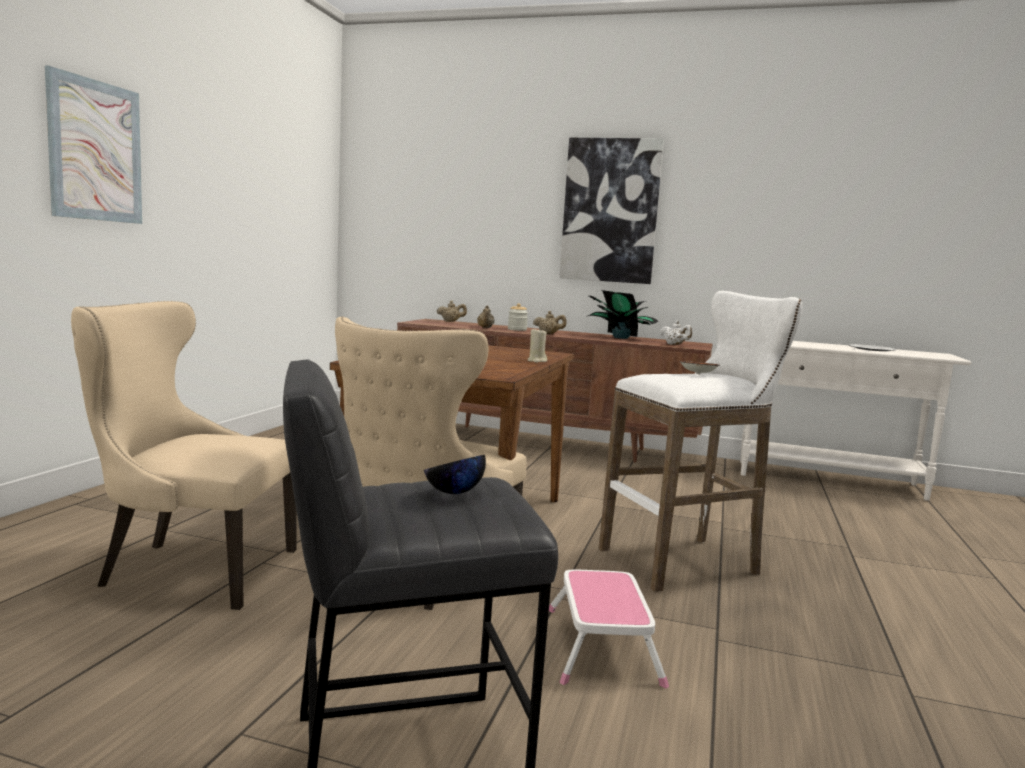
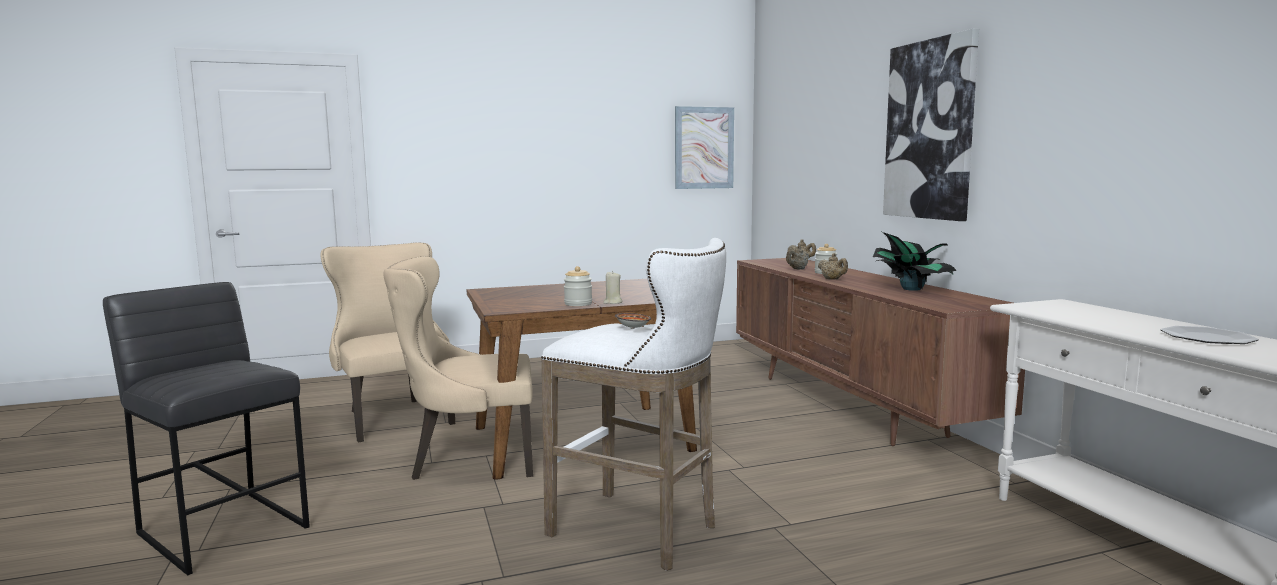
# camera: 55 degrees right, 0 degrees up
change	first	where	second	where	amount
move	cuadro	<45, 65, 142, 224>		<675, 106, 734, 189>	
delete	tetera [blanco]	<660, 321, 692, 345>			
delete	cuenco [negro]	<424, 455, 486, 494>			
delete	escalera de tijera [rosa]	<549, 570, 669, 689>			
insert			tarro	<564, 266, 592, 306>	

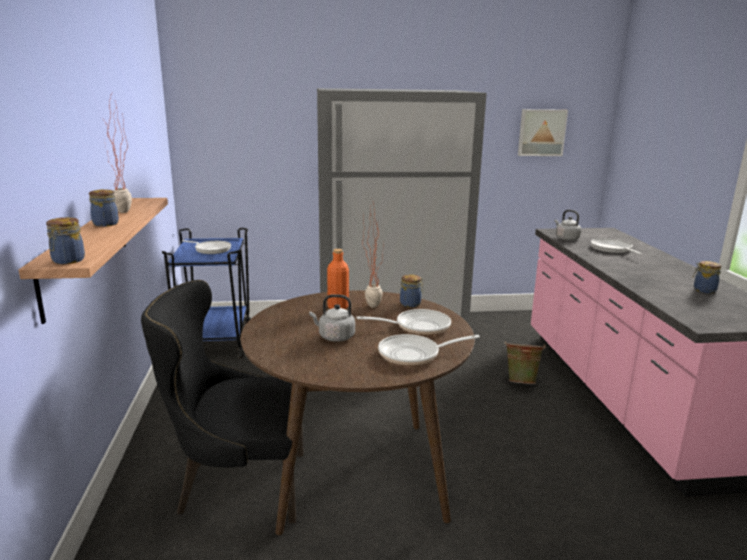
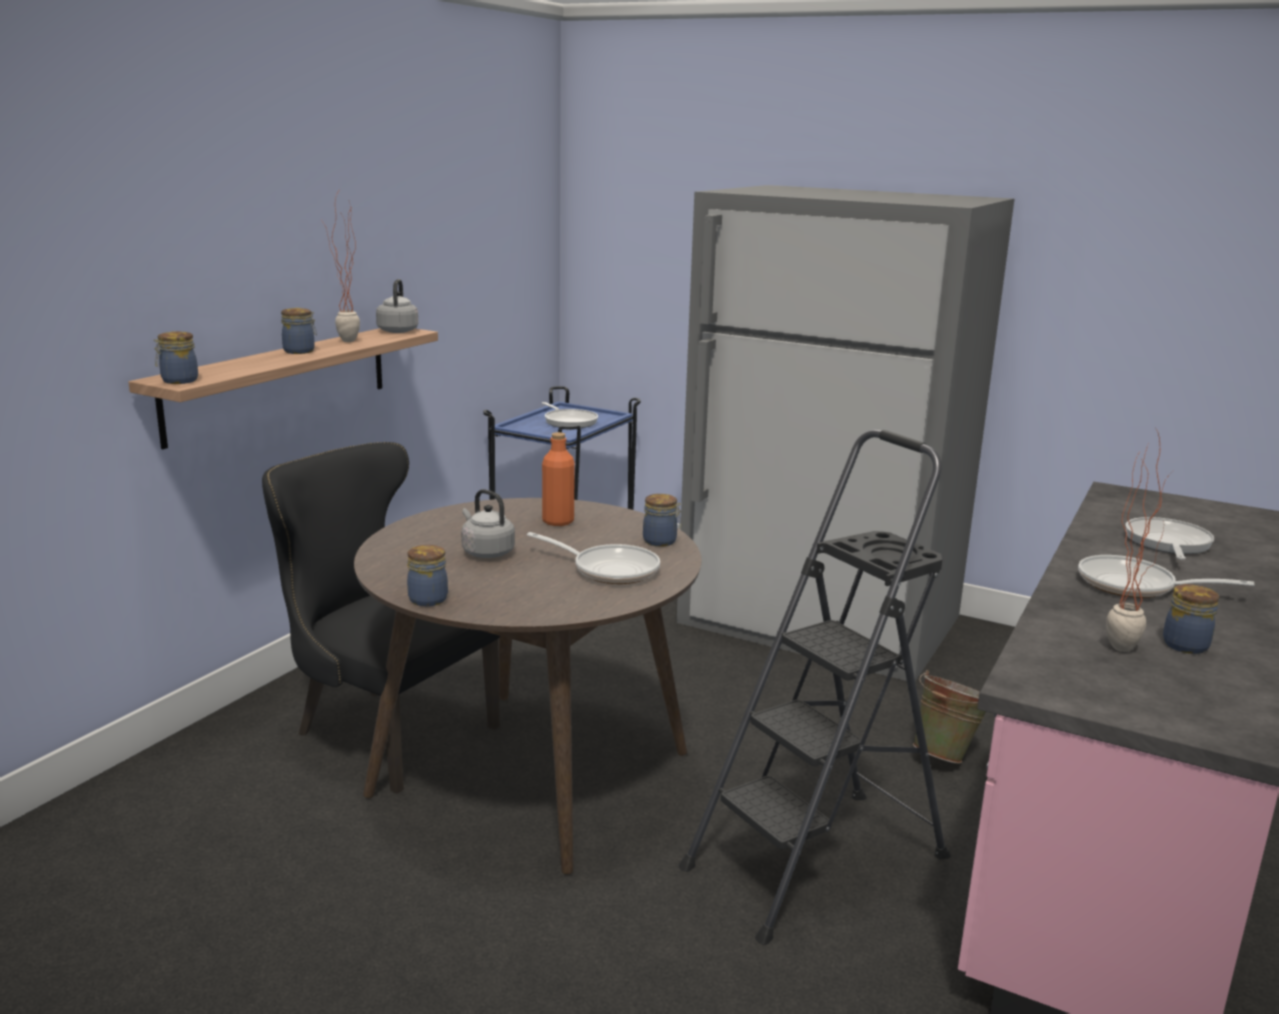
# camera: 35 degrees right, 0 degrees up
change	first	where	second	where	amount
delete	cuadro	<518, 109, 568, 156>			
move	planta en maceta	<362, 203, 384, 308>		<1106, 429, 1173, 652>	
move	hervidor [gris]	<554, 210, 581, 241>		<376, 279, 418, 333>	
move	sartén	<378, 334, 480, 366>		<1078, 555, 1254, 598>	
insert			escalera de tijera	<679, 430, 951, 945>	
insert			tarro	<407, 545, 448, 606>	

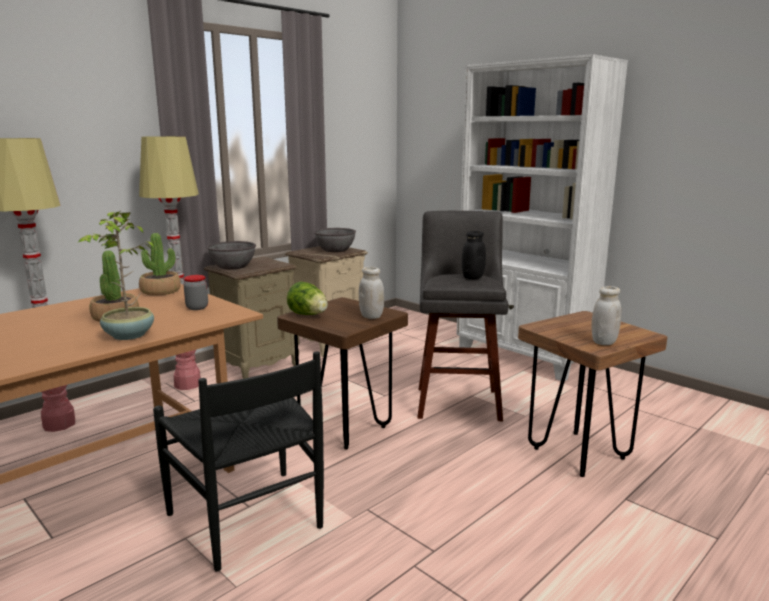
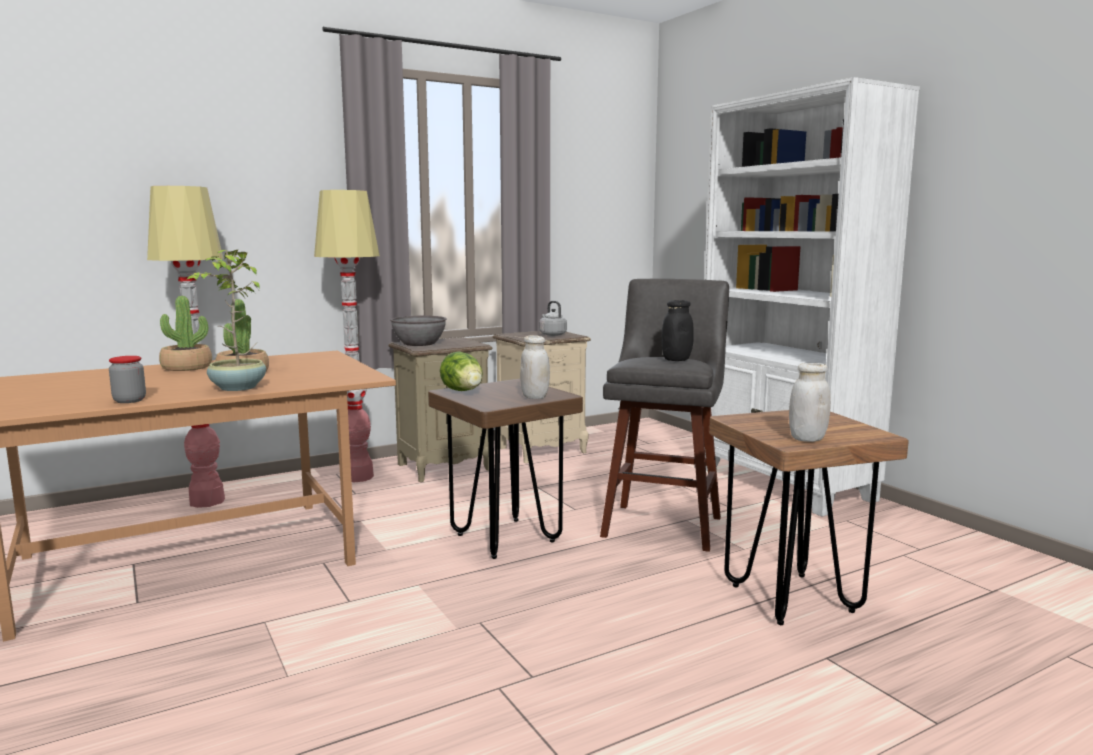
# camera: 15 degrees right, 5 degrees down
change	first	where	second	where	amount
replace	cuenco [gris]	<314, 228, 356, 252>	hervidor [gris]	<540, 301, 567, 336>	
move	planta en maceta	<139, 233, 181, 296>		<159, 296, 212, 371>	
move	tarro	<184, 275, 208, 310>		<109, 356, 146, 403>	
delete	silla [negro]	<153, 351, 324, 572>			

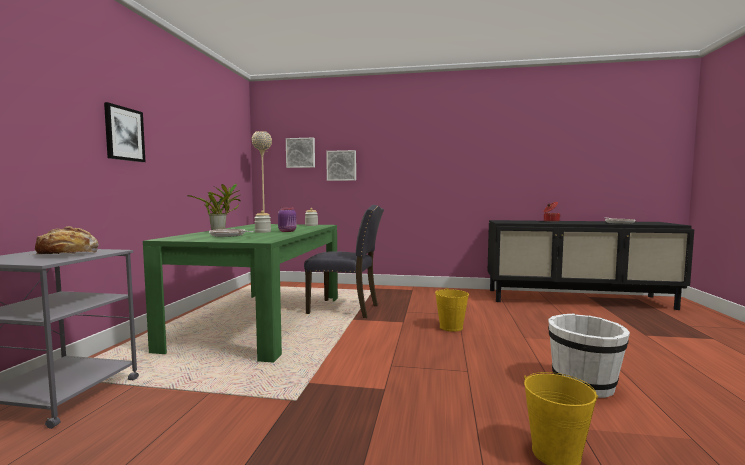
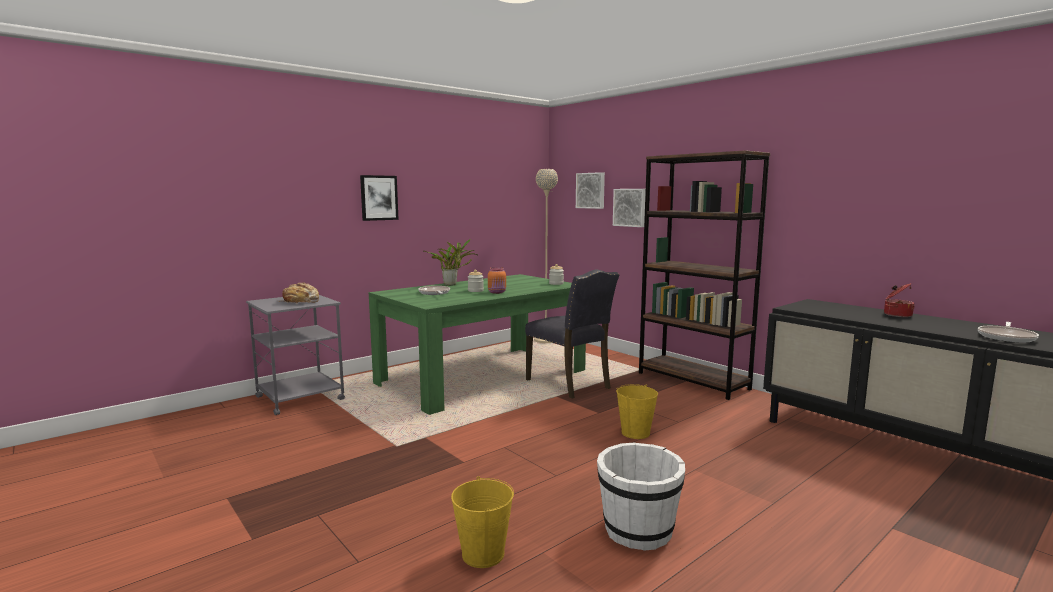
# camera: 40 degrees right, 5 degrees up
change	first	where	second	where	amount
recolor	tarro [morado]	<278, 207, 296, 232>	tarro [naranja]	<488, 267, 506, 294>	
insert			estantería [marrón]	<639, 150, 770, 400>	

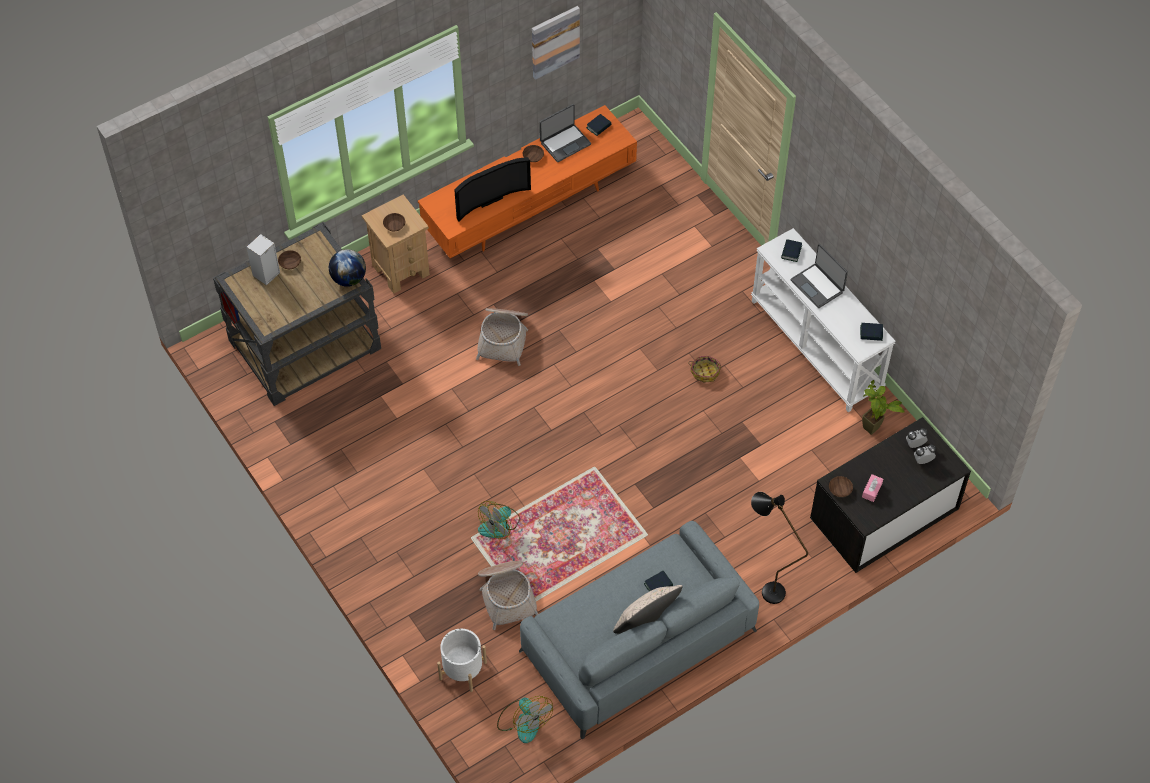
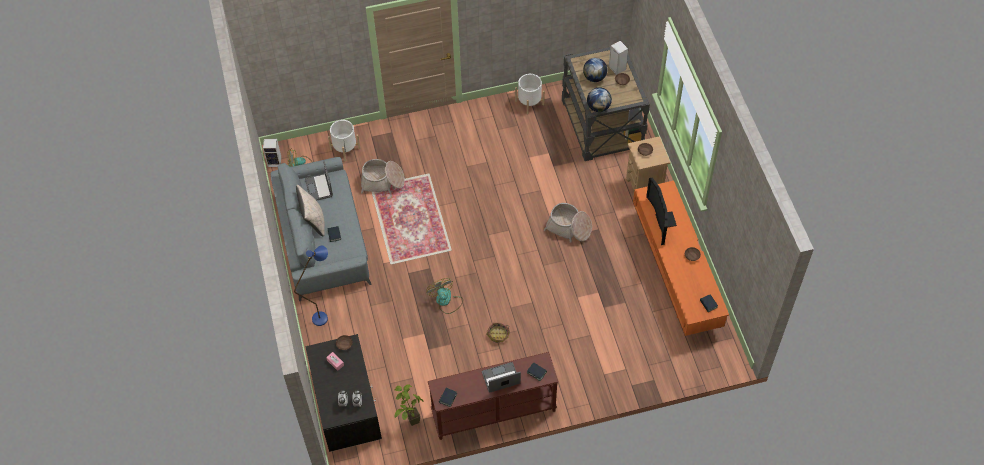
# camera: 110 degrees right, 0 degrees up
change	first	where	second	where	amount
delete	cuadro	<532, 6, 580, 80>			
move	portátil	<540, 104, 591, 162>		<305, 161, 333, 201>	
recolor	mesa consola [blanco]	<751, 228, 896, 412>	mesa consola [marrón]	<428, 352, 558, 440>	
recolor	lámpara de pie [negro]	<751, 492, 808, 604>	lámpara de pie [azul]	<294, 245, 328, 326>	
move	ventilador	<478, 501, 520, 539>		<426, 278, 463, 314>	
insert			globo terráqueo	<583, 58, 608, 82>	
insert			maceta [blanco]	<515, 74, 545, 114>	
insert			altavoz	<263, 139, 282, 167>	

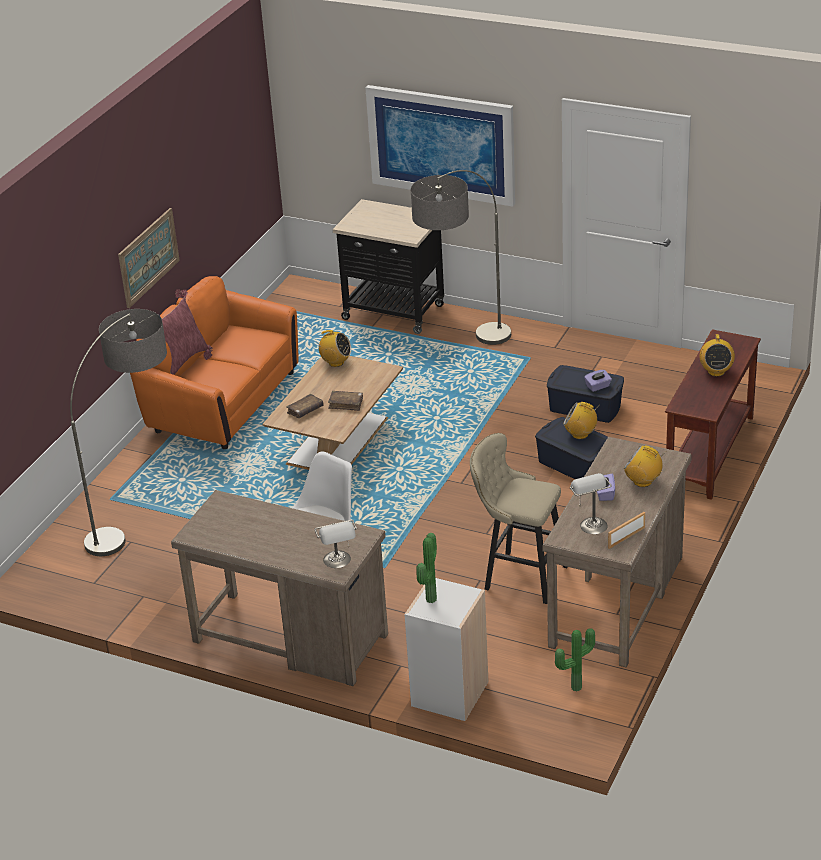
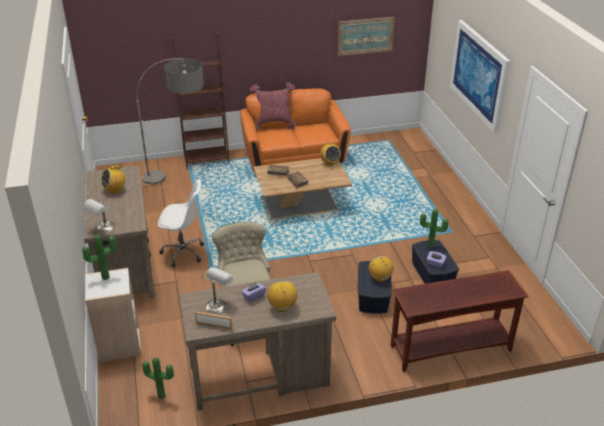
# camera: 50 degrees right, 0 degrees up
change	first	where	second	where	amount
delete	lámpara de pie	<411, 170, 511, 345>			
delete	carrito [negro]	<333, 199, 444, 334>			
move	cuadro	<118, 208, 180, 308>		<338, 17, 395, 56>	
move	radio	<700, 334, 735, 377>		<101, 165, 125, 194>	
insert			estantería [marrón]	<171, 32, 230, 169>	
insert			planta en maceta	<420, 209, 449, 248>	

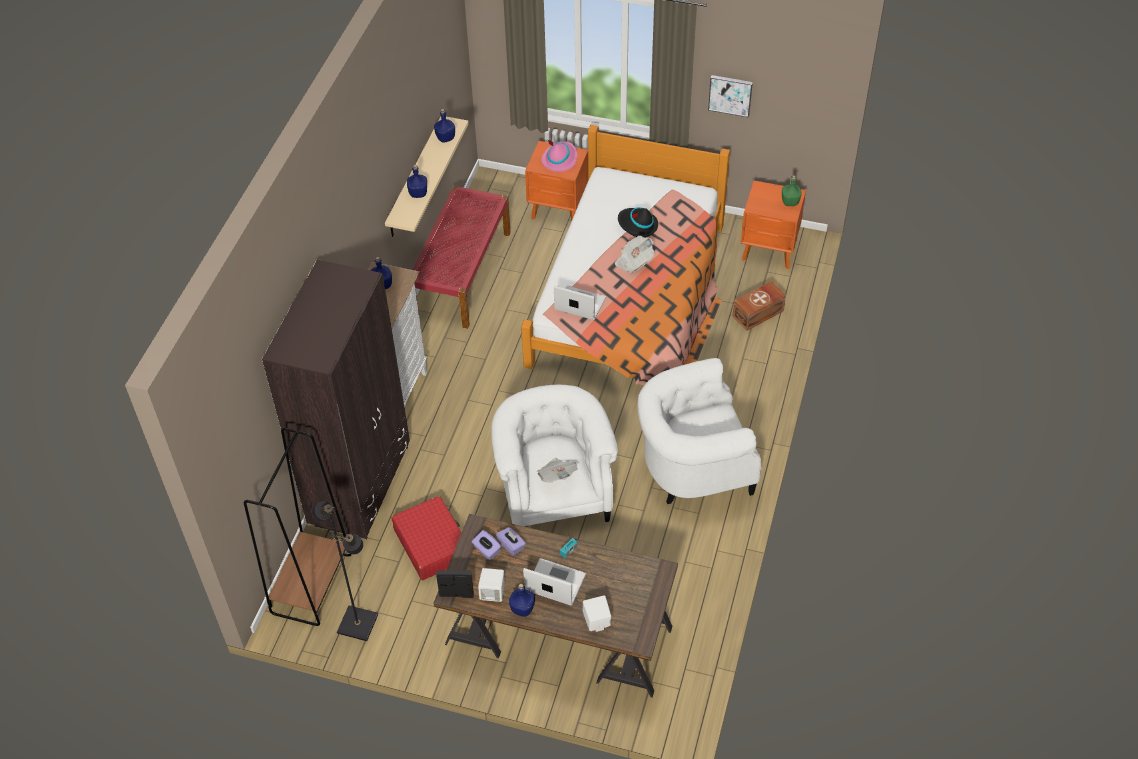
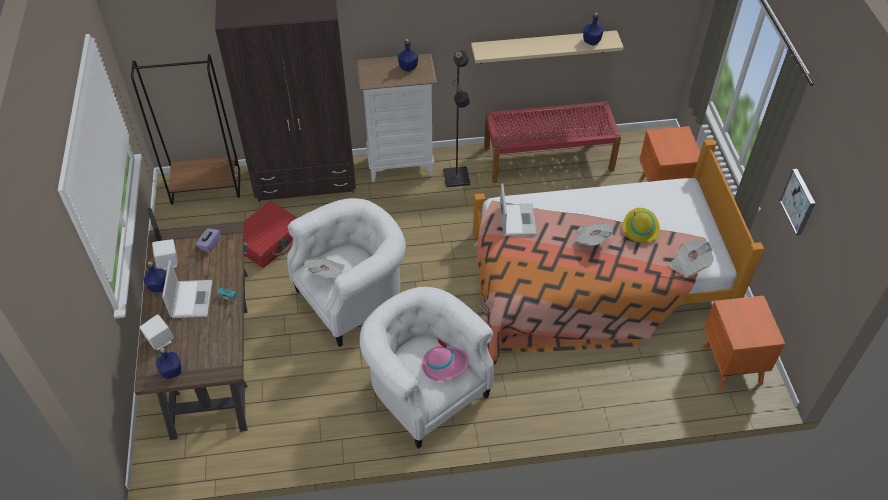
# camera: 65 degrees right, 0 degrees up
change	first	where	second	where	amount
move	sombrero [rosa]	<541, 140, 577, 172>		<422, 338, 469, 381>	
move	botella [azul]	<407, 165, 427, 198>		<156, 347, 182, 379>	
delete	botella [verde]	<782, 175, 802, 206>			
recolor	sombrero [negro]	<618, 207, 658, 237>	sombrero [amarillo]	<622, 208, 660, 243>	
delete	caja de almacenaje [marrón]	<732, 281, 786, 331>			
move	lámpara de pie [negro]	<312, 501, 378, 641>		<443, 50, 470, 187>	
delete	caja de pañuelos [morado]	<496, 527, 526, 556>			
insert			periódico	<669, 239, 714, 278>	

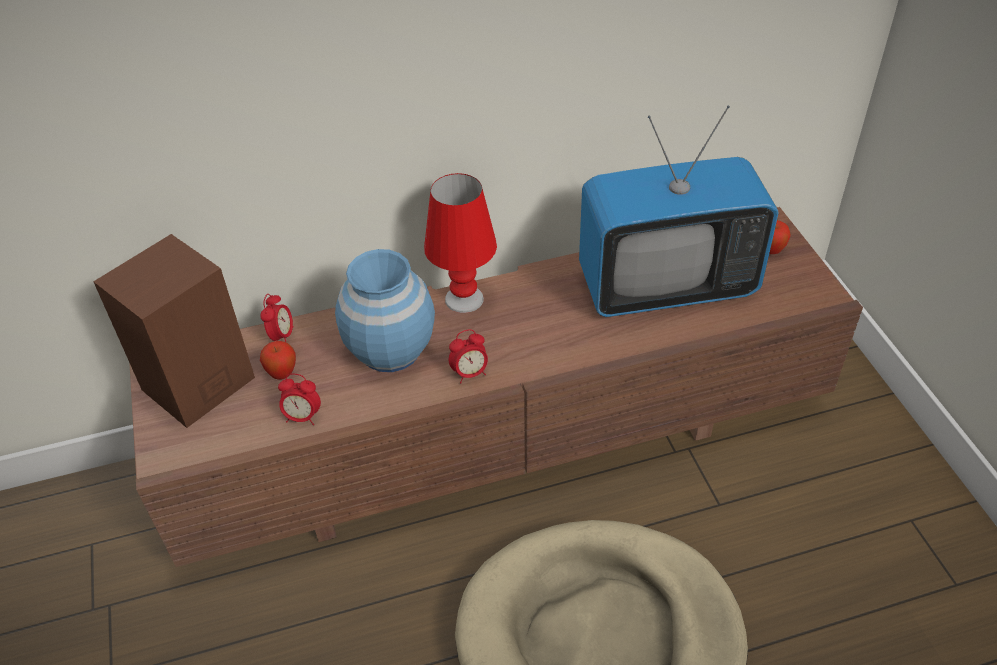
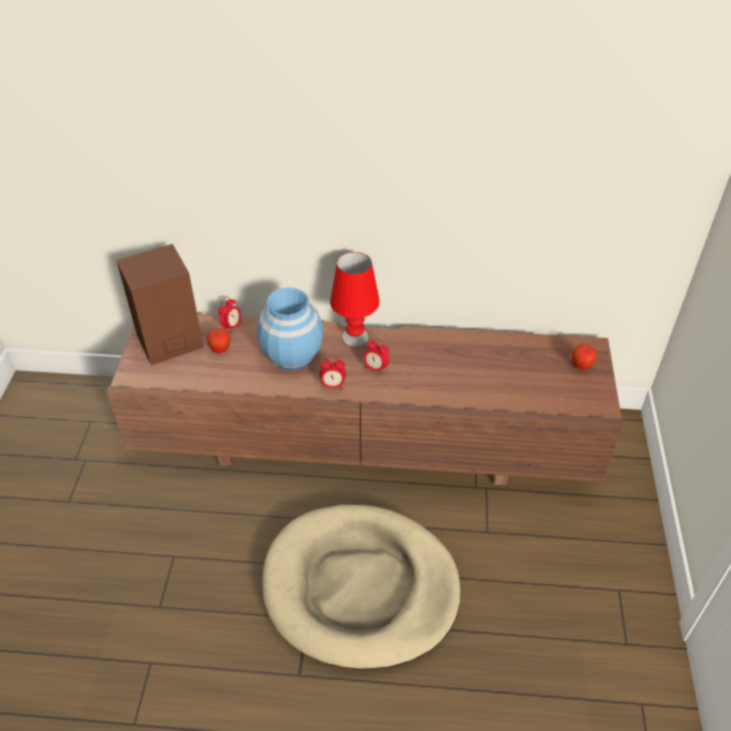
# camera: 20 degrees right, 0 degrees up
change	first	where	second	where	amount
delete	televisor	<579, 106, 779, 317>			
move	despertador	<278, 374, 321, 425>		<364, 339, 389, 375>	

